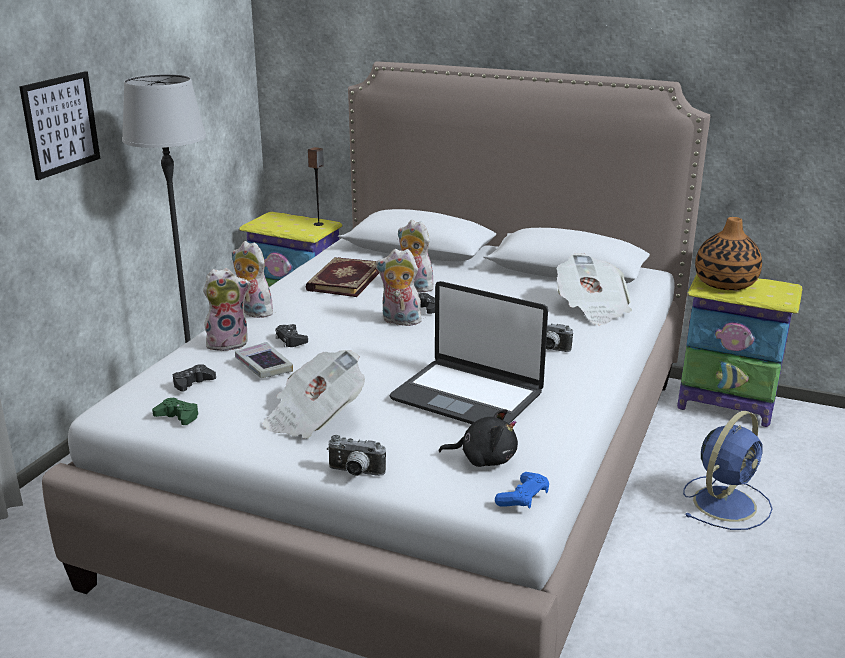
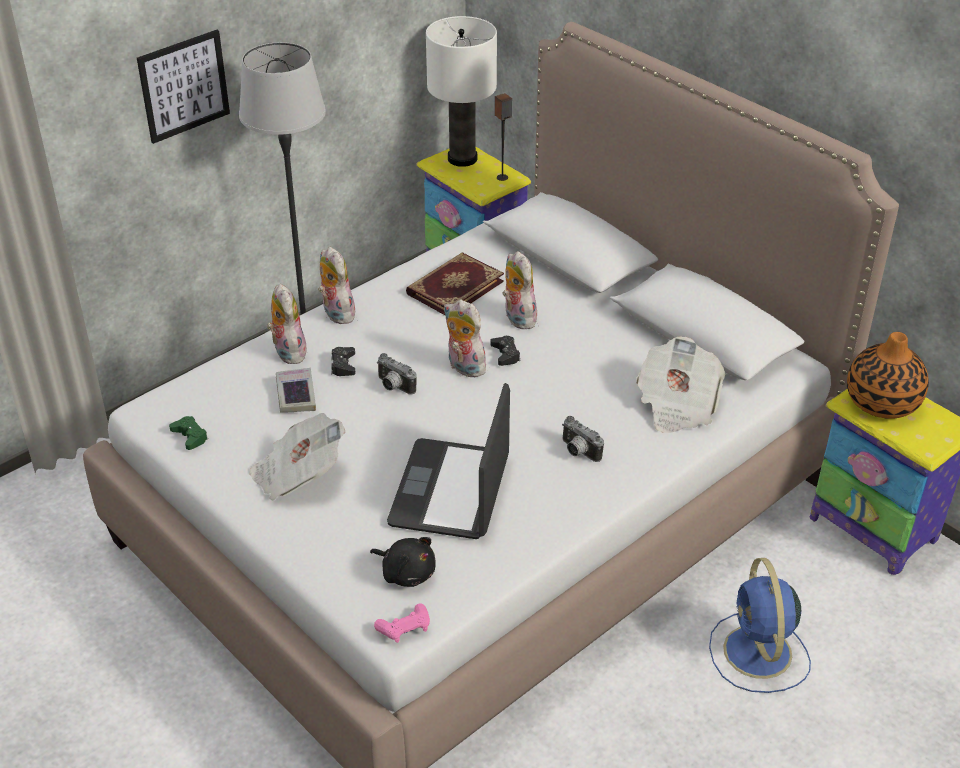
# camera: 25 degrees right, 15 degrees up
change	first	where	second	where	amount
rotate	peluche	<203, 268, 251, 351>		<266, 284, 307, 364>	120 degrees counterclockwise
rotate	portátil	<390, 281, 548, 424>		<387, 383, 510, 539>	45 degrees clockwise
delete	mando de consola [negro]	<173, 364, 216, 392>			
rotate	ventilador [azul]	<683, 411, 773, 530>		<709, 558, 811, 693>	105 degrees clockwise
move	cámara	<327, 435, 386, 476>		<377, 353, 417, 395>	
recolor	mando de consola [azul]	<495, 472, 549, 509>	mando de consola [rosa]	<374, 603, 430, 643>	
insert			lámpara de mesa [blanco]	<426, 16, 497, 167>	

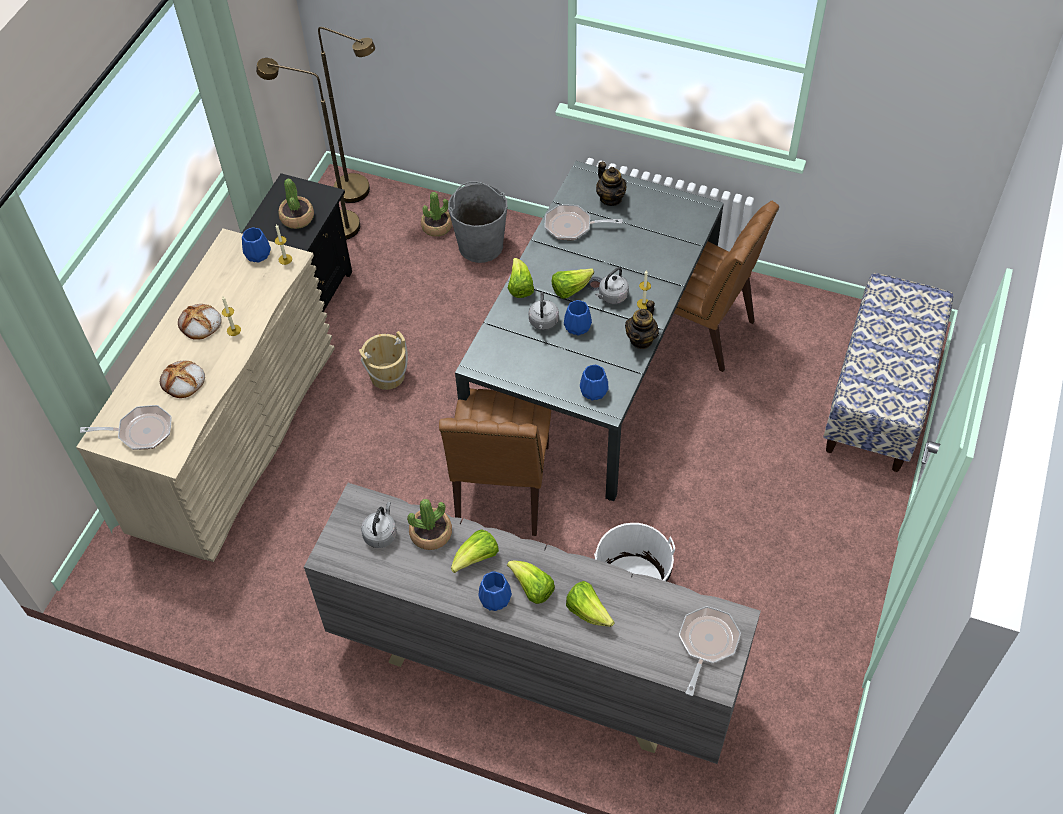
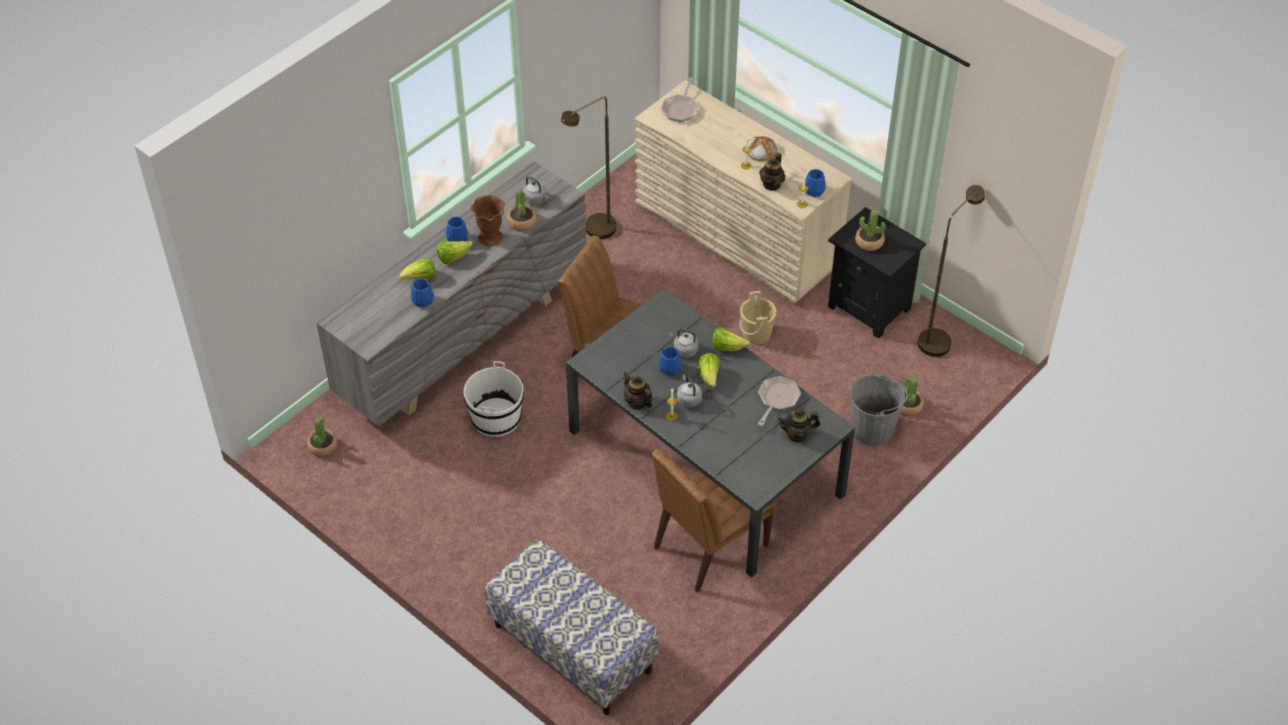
# camera: 110 degrees right, 5 degrees down
change	first	where	second	where	amount
move	lámpara de pie [marrón]	<318, 27, 375, 203>		<561, 96, 617, 239>	
delete	pan	<160, 361, 205, 398>			
move	florero [azul]	<580, 365, 608, 401>		<411, 279, 434, 307>	
replace	lechuga	<451, 529, 499, 573>	florero [marrón]	<470, 195, 505, 246>	
delete	sartén	<679, 606, 741, 696>			
insert			tetera	<759, 153, 785, 191>	
insert			planta en maceta	<307, 417, 338, 457>	

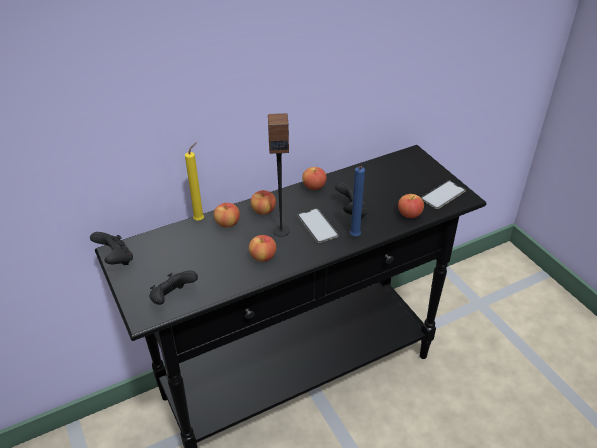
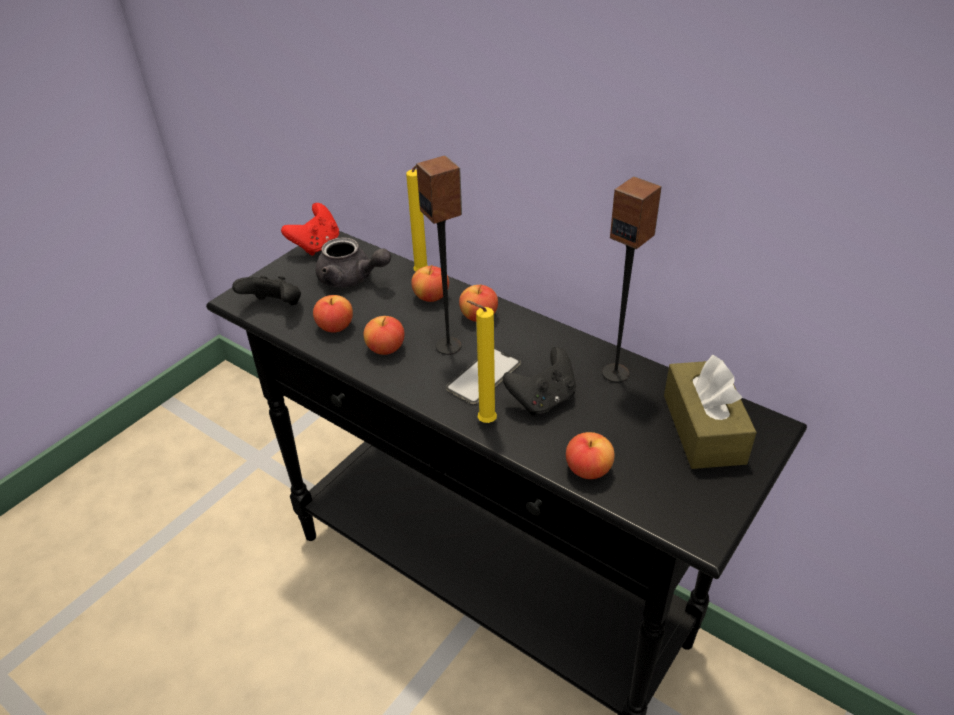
# camera: 65 degrees right, 0 degrees up
change	first	where	second	where	amount
recolor	vela [azul]	<350, 166, 365, 236>	vela [amarillo]	<467, 301, 497, 423>	
move	manzana	<302, 167, 327, 190>		<313, 295, 353, 333>	
delete	móvil	<421, 181, 466, 209>			
recolor	mando de consola [negro]	<90, 232, 133, 265>	mando de consola [rojo]	<281, 203, 339, 256>	
insert			altavoz	<602, 176, 662, 382>	
insert			tetera [gris]	<316, 237, 391, 287>	
insert			caja de pañuelos [marrón]	<664, 355, 757, 469>	

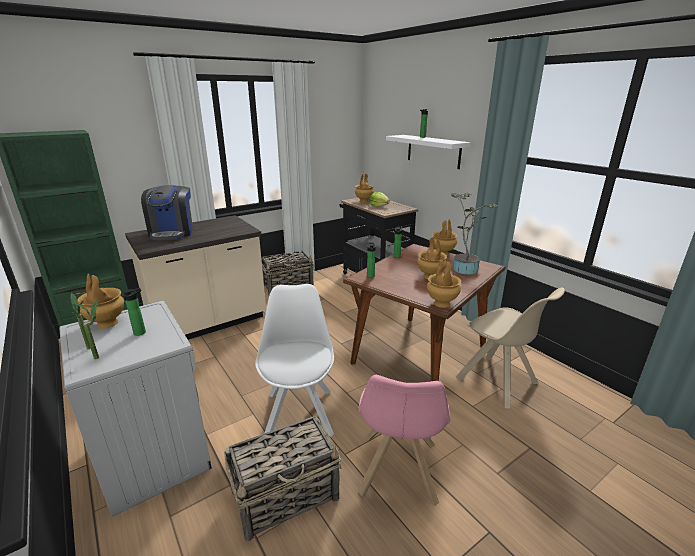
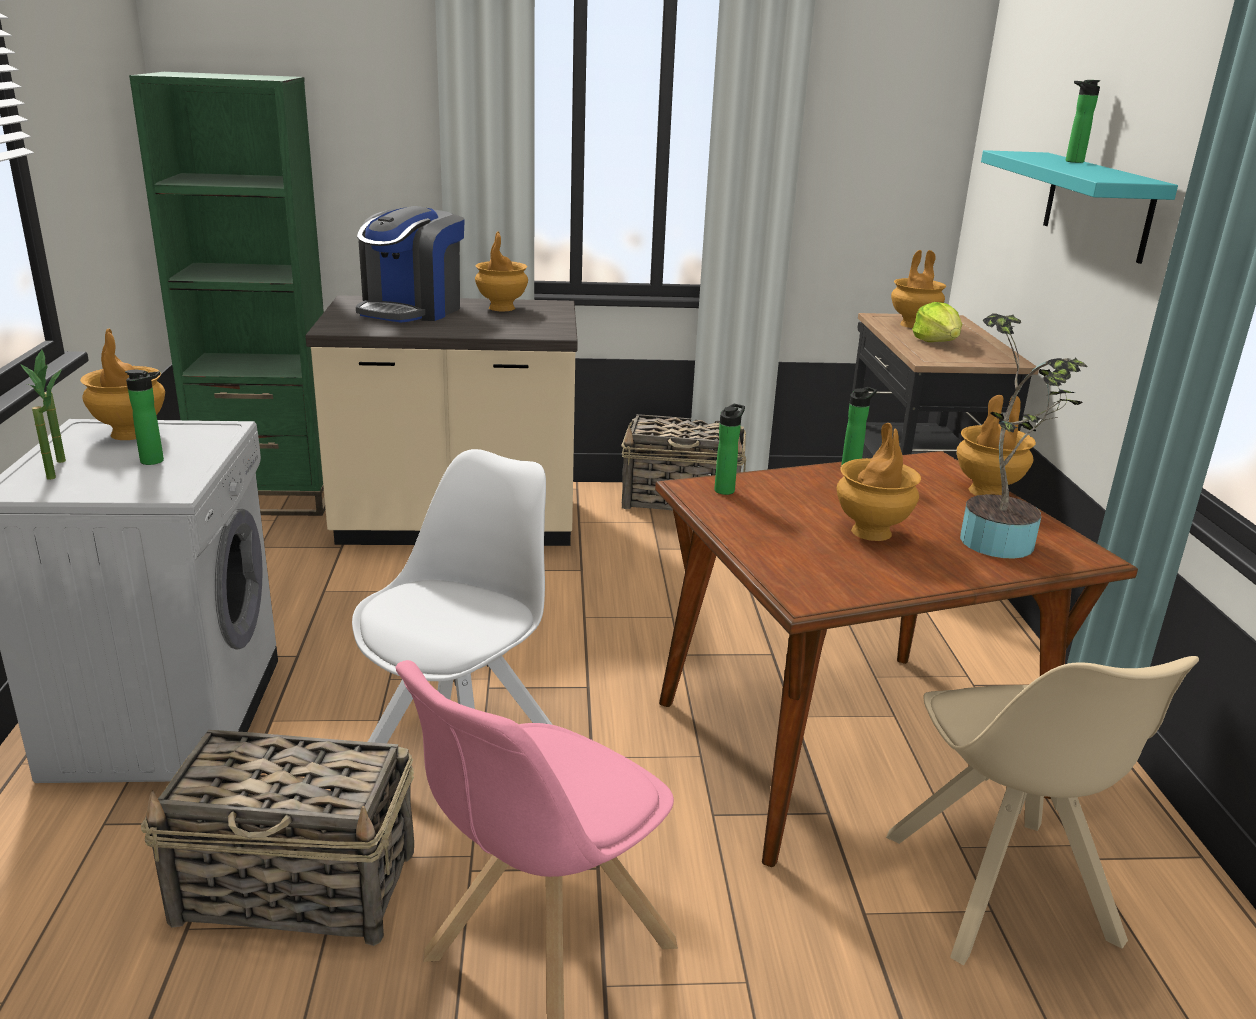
# camera: 30 degrees right, 0 degrees up
change	first	where	second	where	amount
recolor	estante [blanco]	<386, 135, 471, 169>	estante [turquesa]	<981, 150, 1178, 264>	
move	florero [marrón]	<427, 260, 461, 308>		<475, 231, 528, 311>	

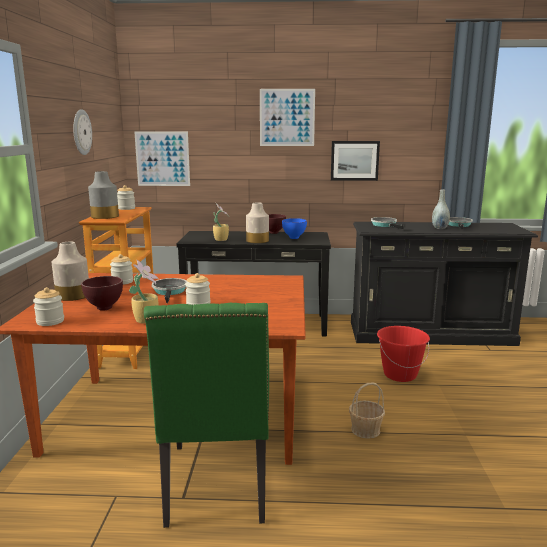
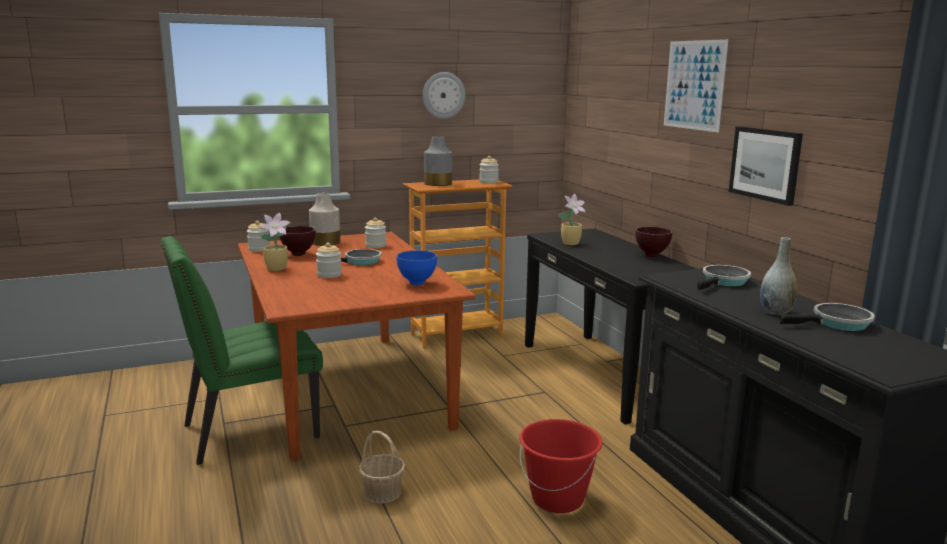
# camera: 65 degrees right, 0 degrees up
change	first	where	second	where	amount
delete	cuadro	<134, 132, 190, 186>			
delete	florero [beis]	<246, 202, 269, 243>			
move	cuenco [azul]	<282, 218, 307, 239>		<396, 250, 437, 285>	

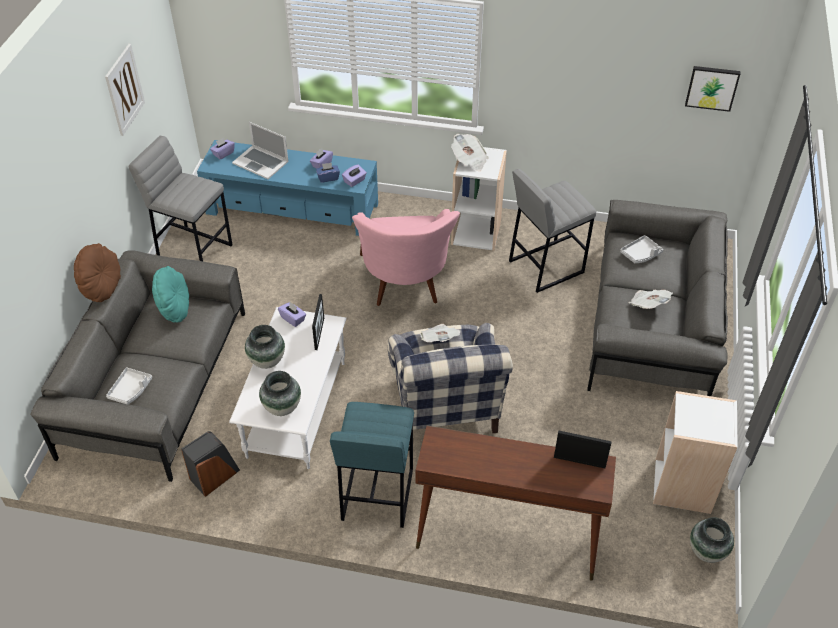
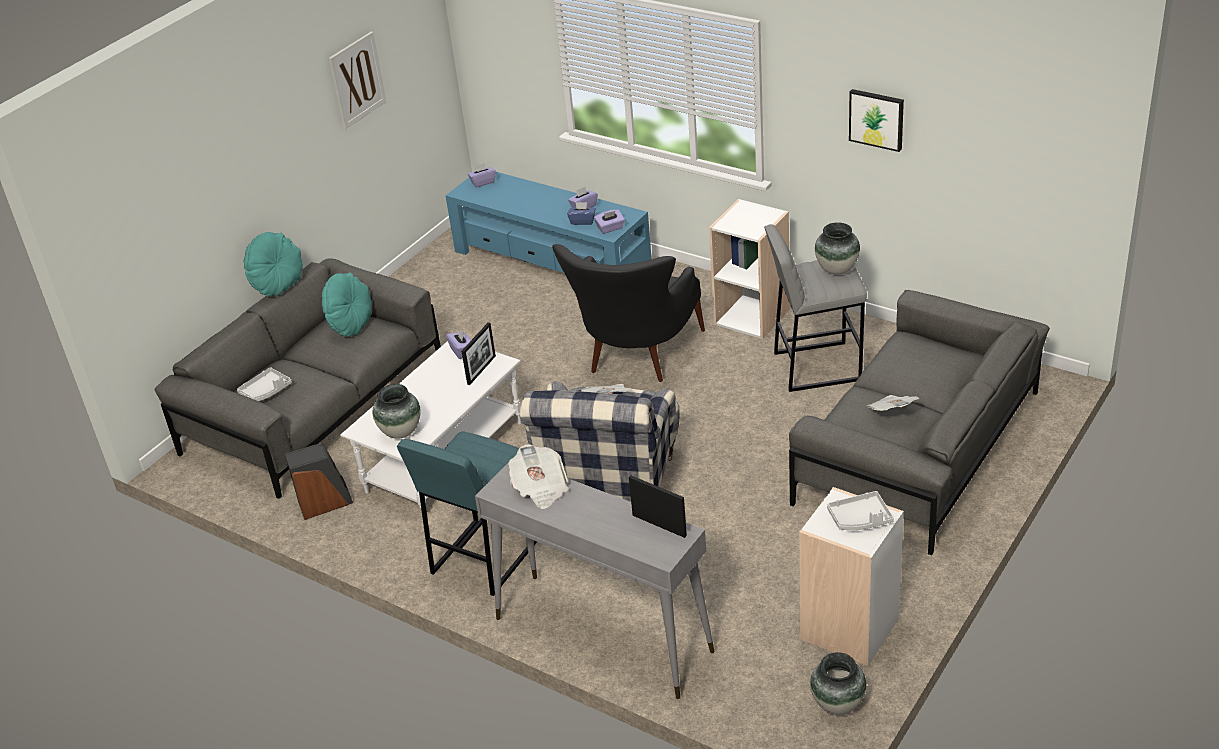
# camera: 25 degrees right, 10 degrees down
change	first	where	second	where	amount
move	cuadro	<685, 66, 740, 112>		<849, 89, 904, 152>	
delete	portátil	<232, 122, 289, 179>			
move	periódico	<451, 134, 489, 171>		<508, 444, 569, 509>	
delete	taburete [gris]	<129, 136, 232, 261>			
recolor	sillón [rosa]	<352, 209, 460, 306>	sillón [negro]	<552, 244, 705, 382>	
move	bandeja [gris]	<620, 235, 663, 263>		<827, 491, 894, 530>	
recolor	cojín [marrón]	<74, 243, 121, 302>	cojín [turquesa]	<244, 232, 303, 296>	
move	florero	<245, 325, 285, 369>		<815, 222, 860, 275>	
recolor	mesa consola [marrón]	<416, 426, 616, 581>	mesa consola [gris]	<475, 462, 714, 699>	

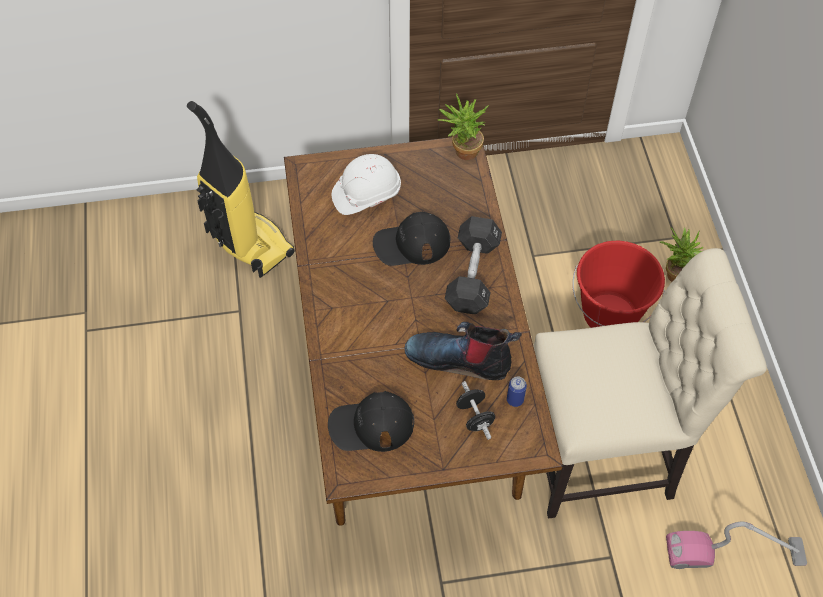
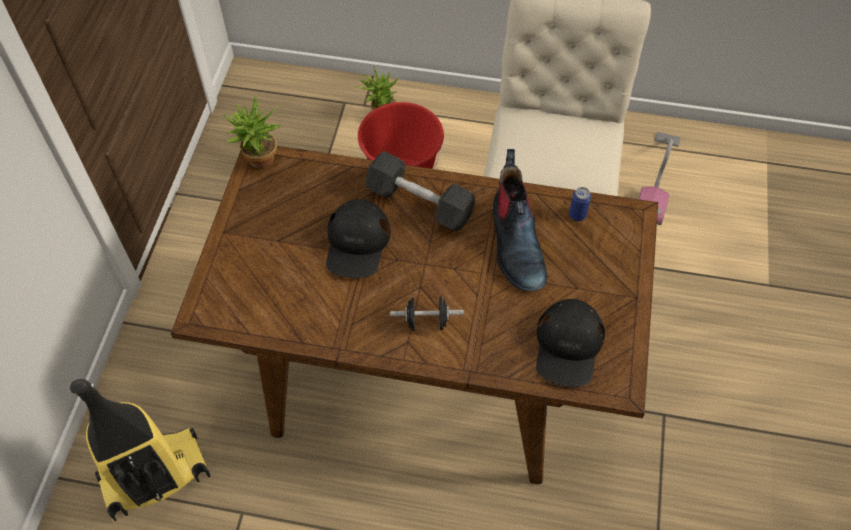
# camera: 70 degrees left, 0 degrees up
change	first	where	second	where	amount
delete	casco [blanco]	<332, 154, 401, 215>			
rotate	bota	<404, 322, 522, 380>		<493, 149, 547, 292>	45 degrees counterclockwise
move	mancuerna [negro]	<456, 381, 495, 440>		<390, 297, 464, 331>	

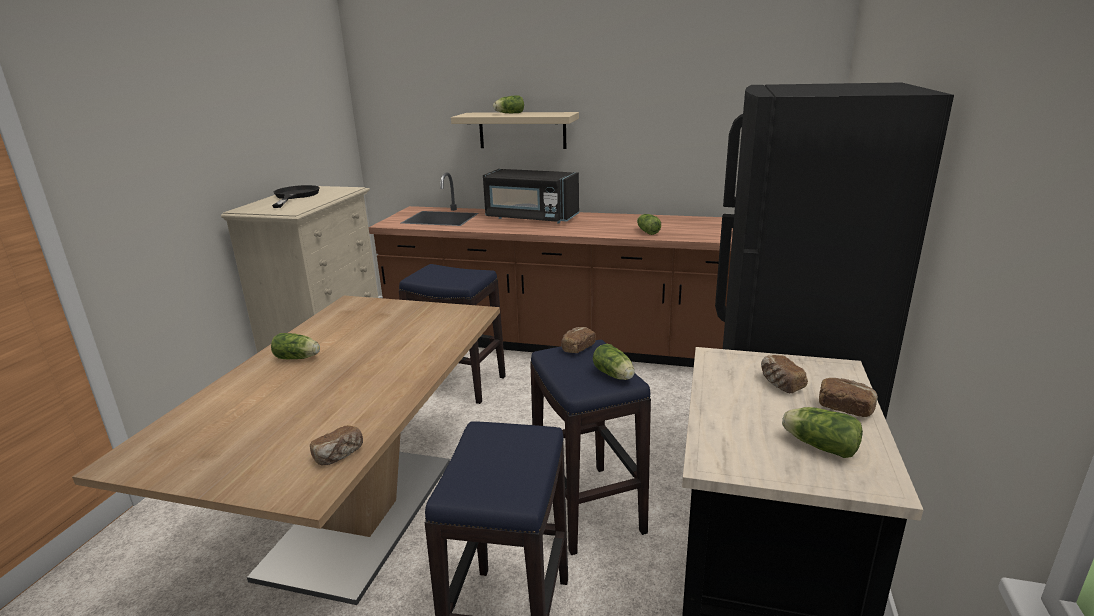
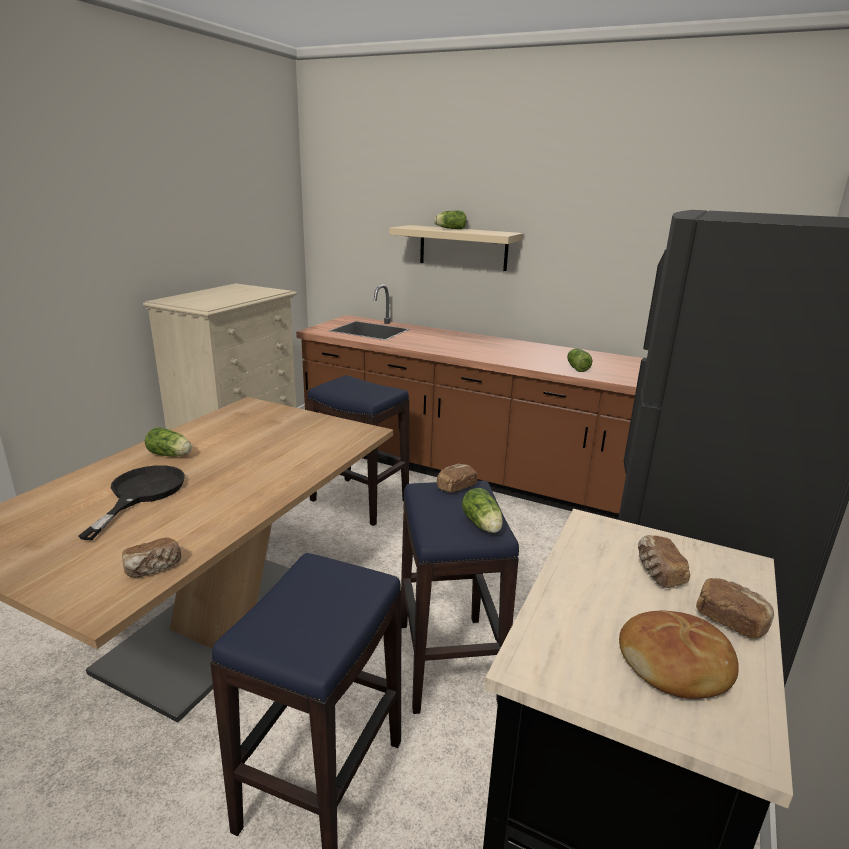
# camera: 10 degrees right, 0 degrees up
change	first	where	second	where	amount
delete	microondas [negro]	<483, 169, 579, 223>			
move	sartén [negro]	<272, 185, 320, 208>		<78, 465, 185, 540>	
replace	lechuga	<782, 407, 863, 458>	pan	<619, 610, 739, 699>	

